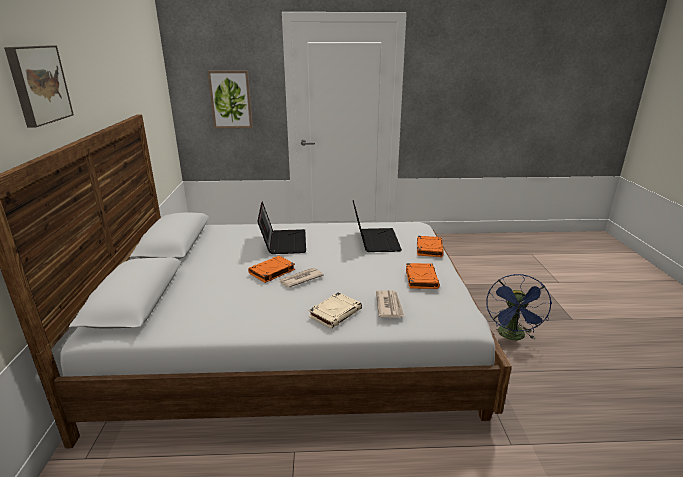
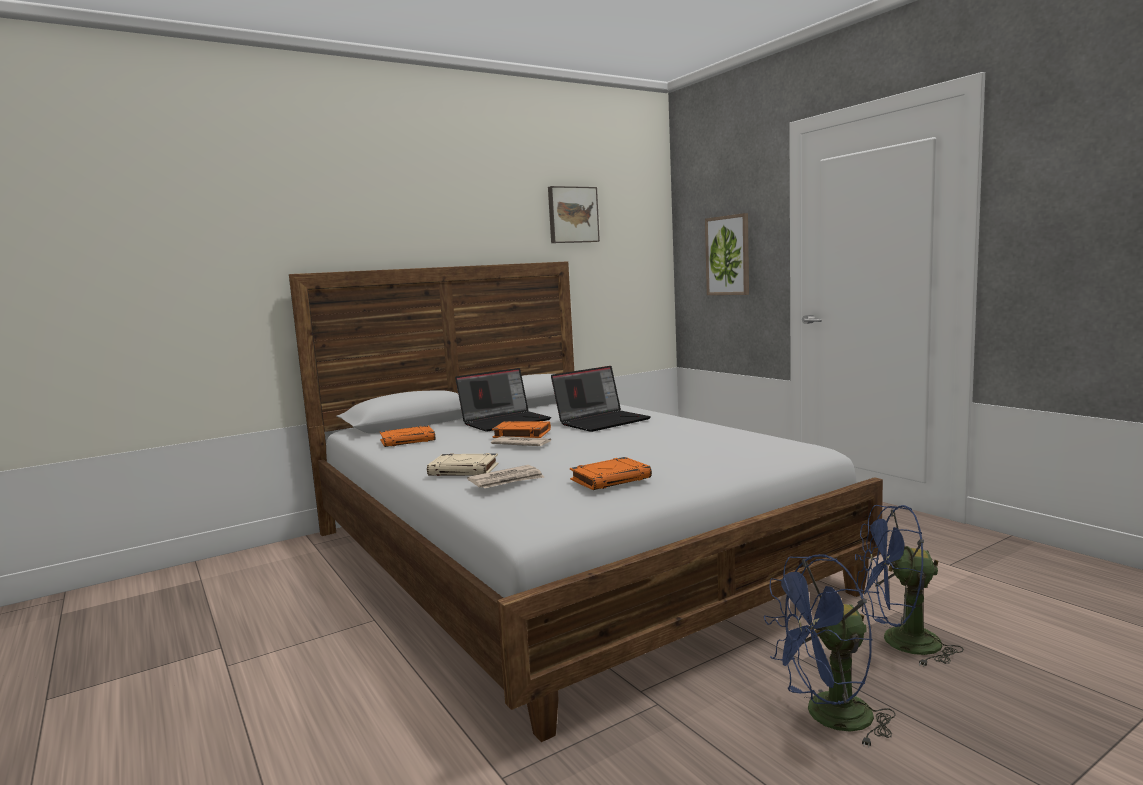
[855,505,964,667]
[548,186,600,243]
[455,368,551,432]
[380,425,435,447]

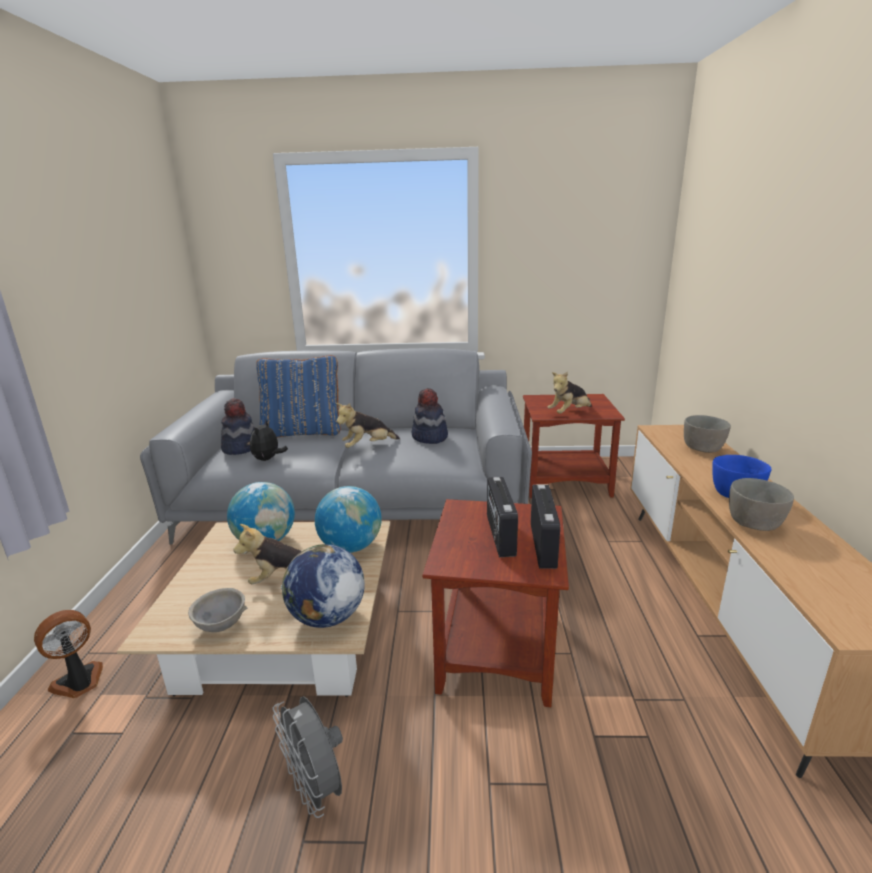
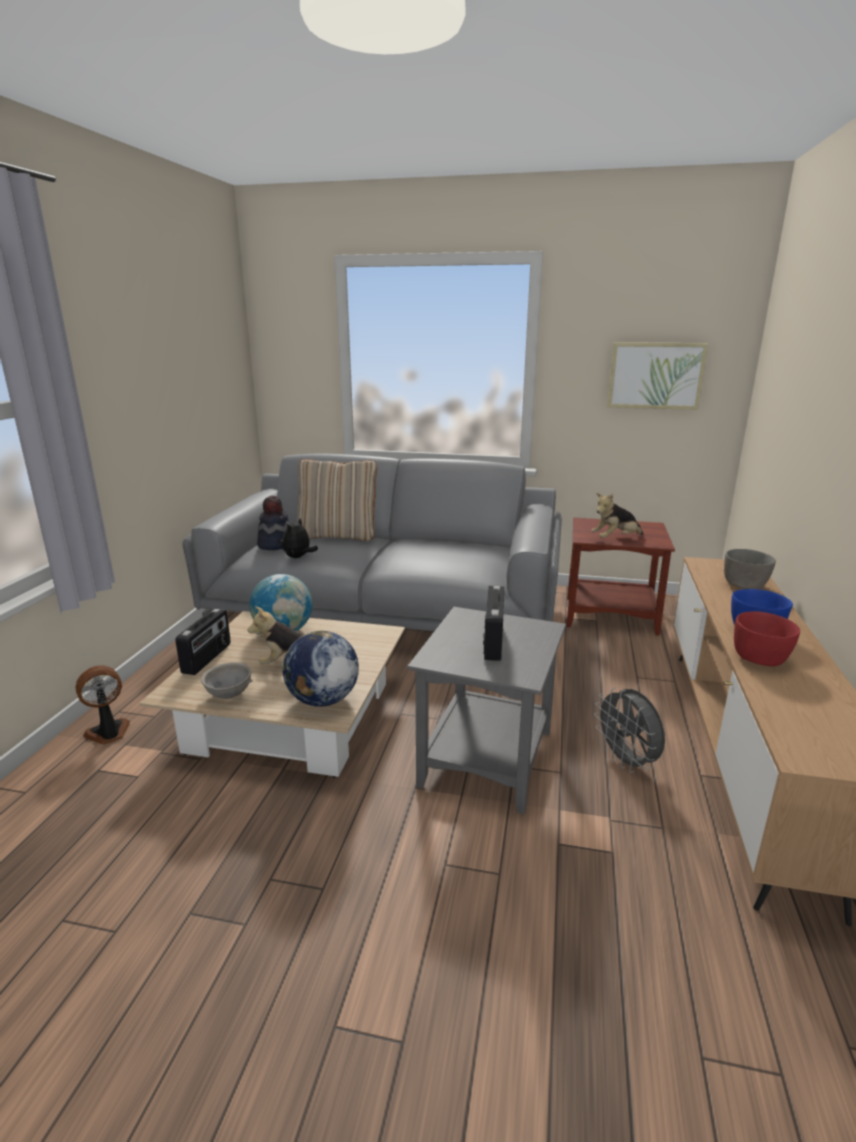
[315,486,382,553] (first image)
[336,403,400,448] (first image)
[412,388,448,444] (first image)
[607,342,708,410]
[594,687,665,773]
[175,609,231,675]
[297,459,377,541]
[407,607,566,814]
[734,611,800,666]

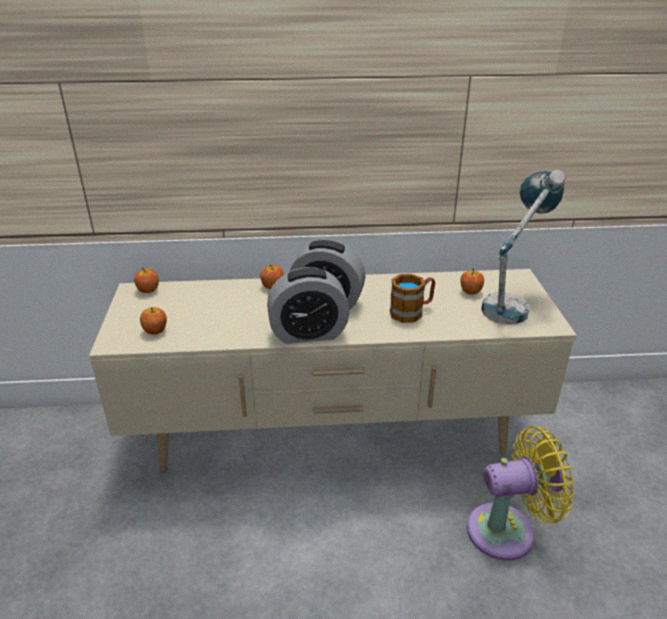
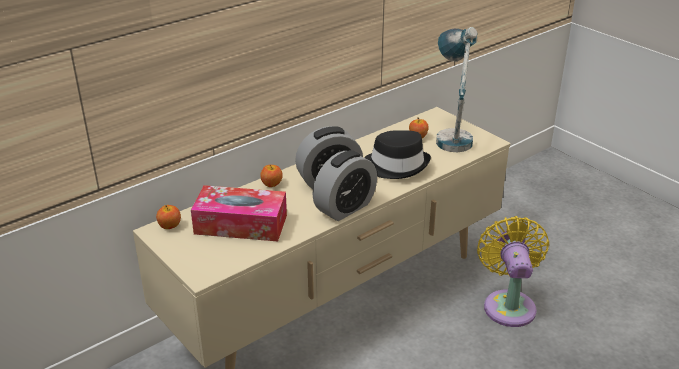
[140,307,167,335] (first image)
[191,185,287,241]
[364,130,431,179]
[477,216,549,327]

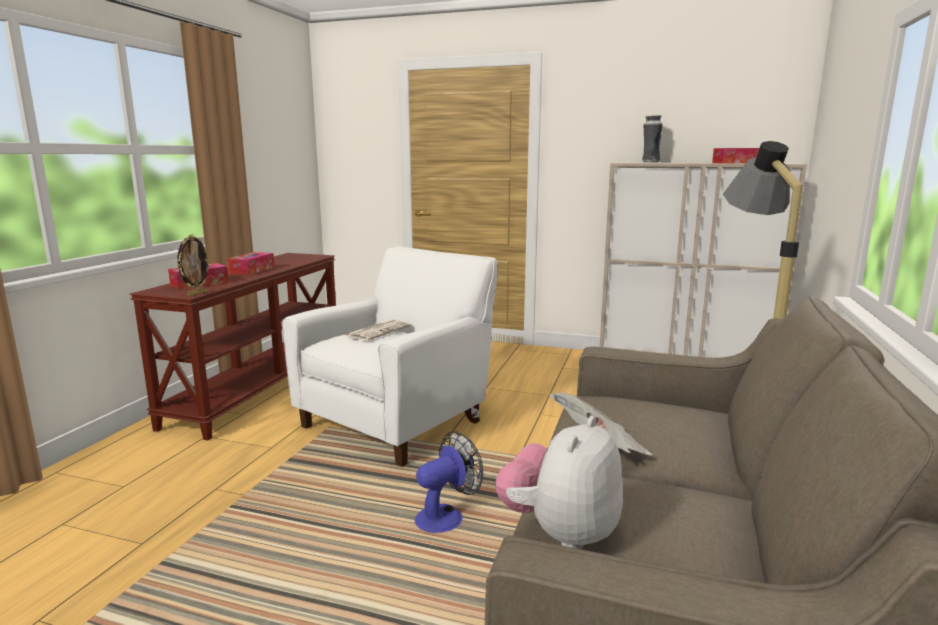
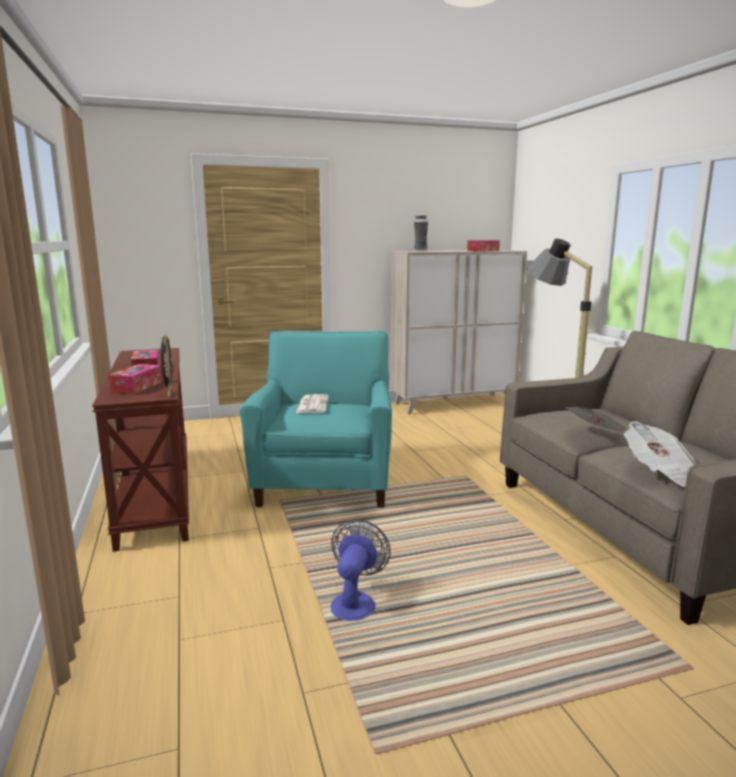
[331,519,391,621]
[624,421,696,487]
[240,331,392,508]

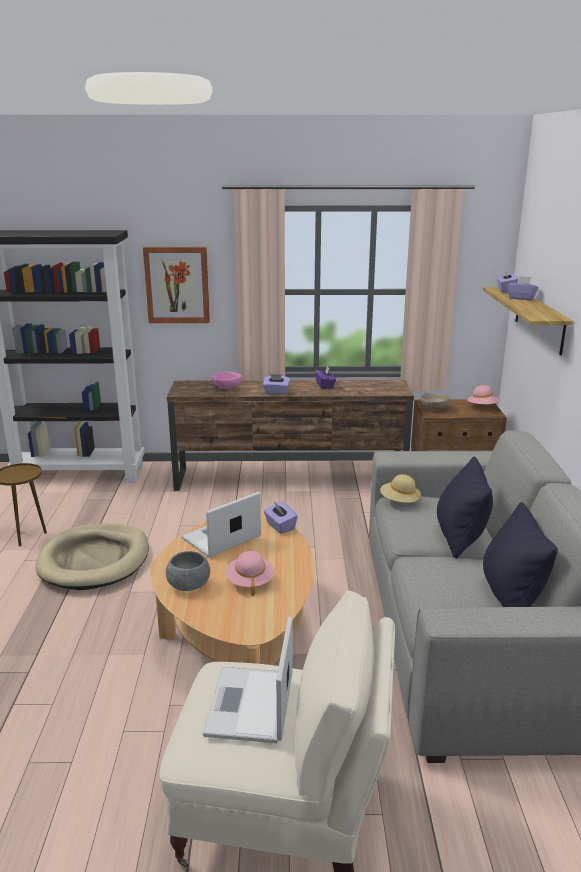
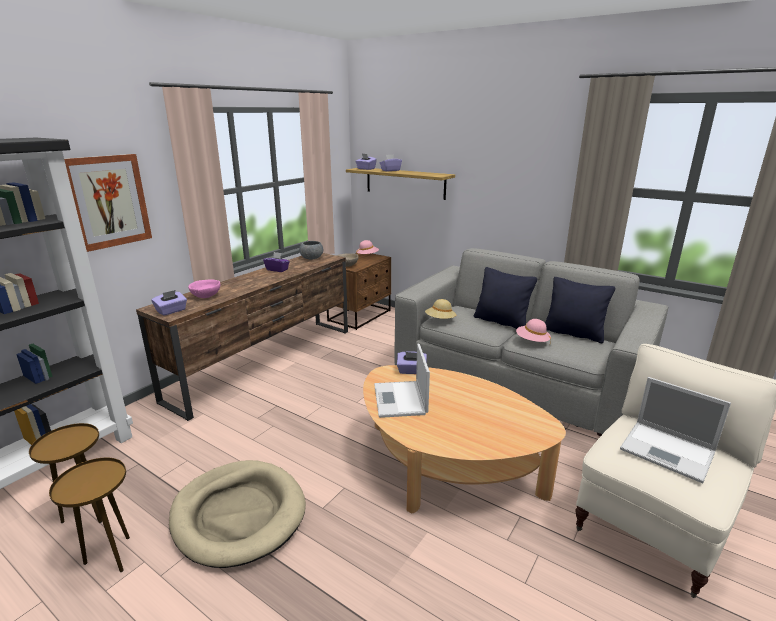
[29,423,102,523]
[299,241,323,260]
[516,319,551,343]
[152,290,187,316]

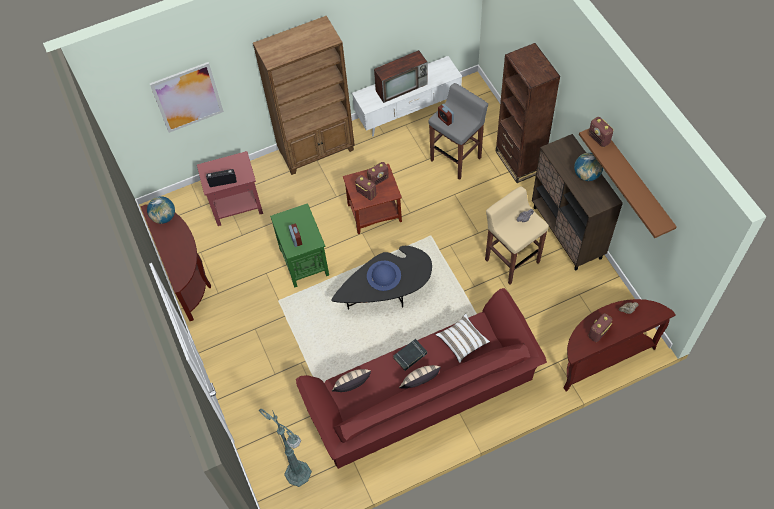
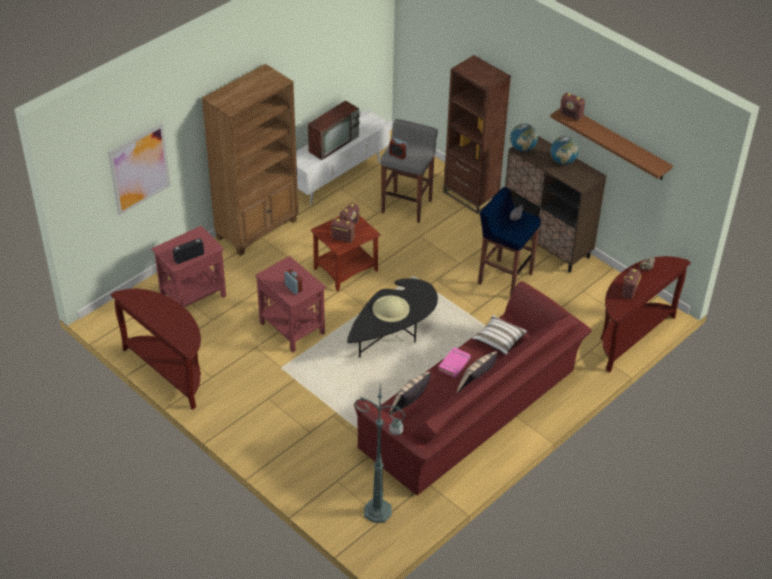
[510,123,538,152]
[255,256,326,352]
[373,295,410,322]
[438,347,471,378]
[478,187,541,297]

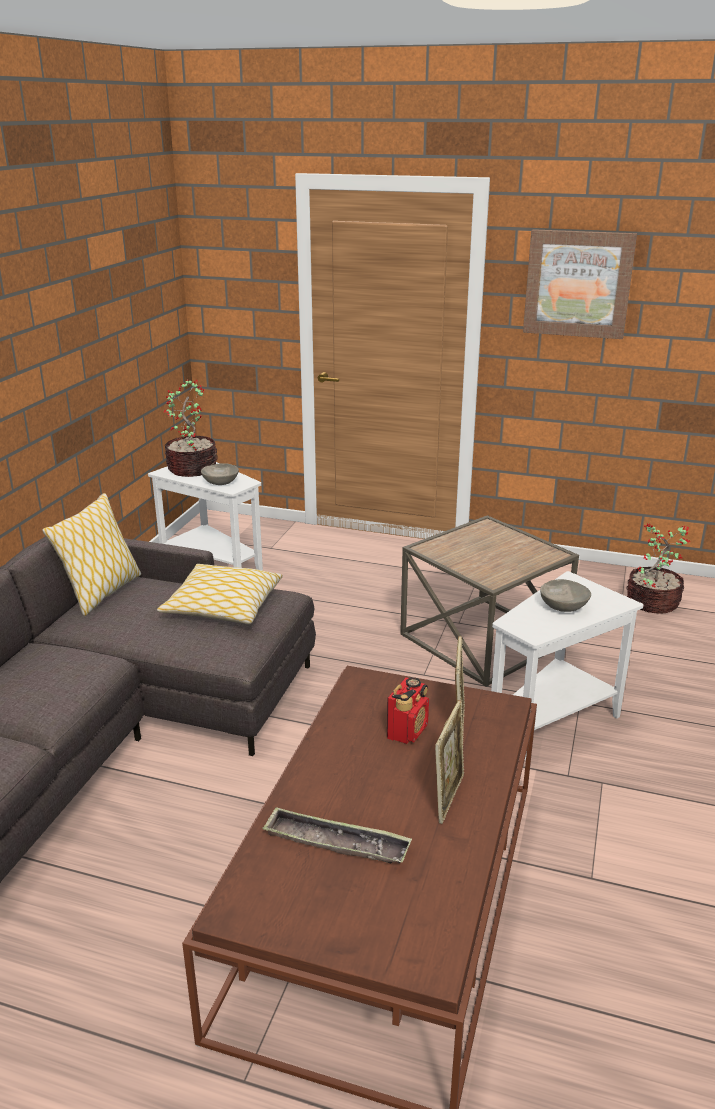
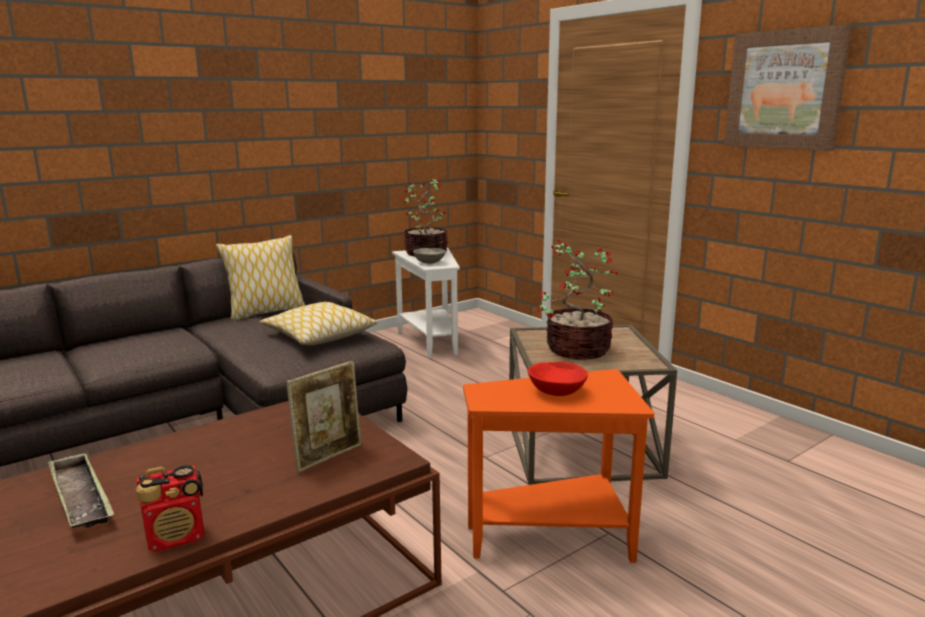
[435,700,464,824] (first image)
[136,465,205,552]
[537,239,620,360]
[463,369,654,563]
[528,362,588,396]

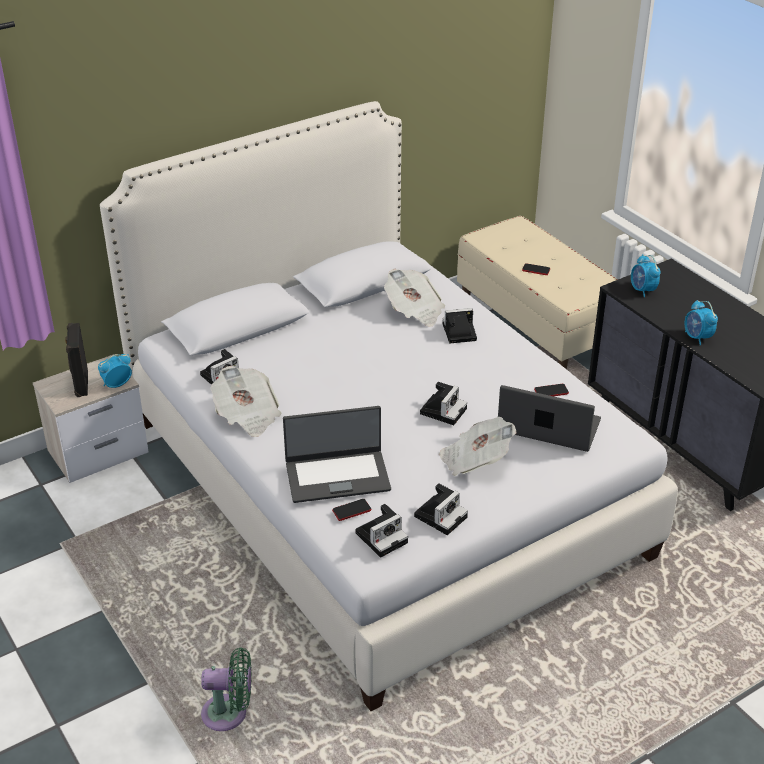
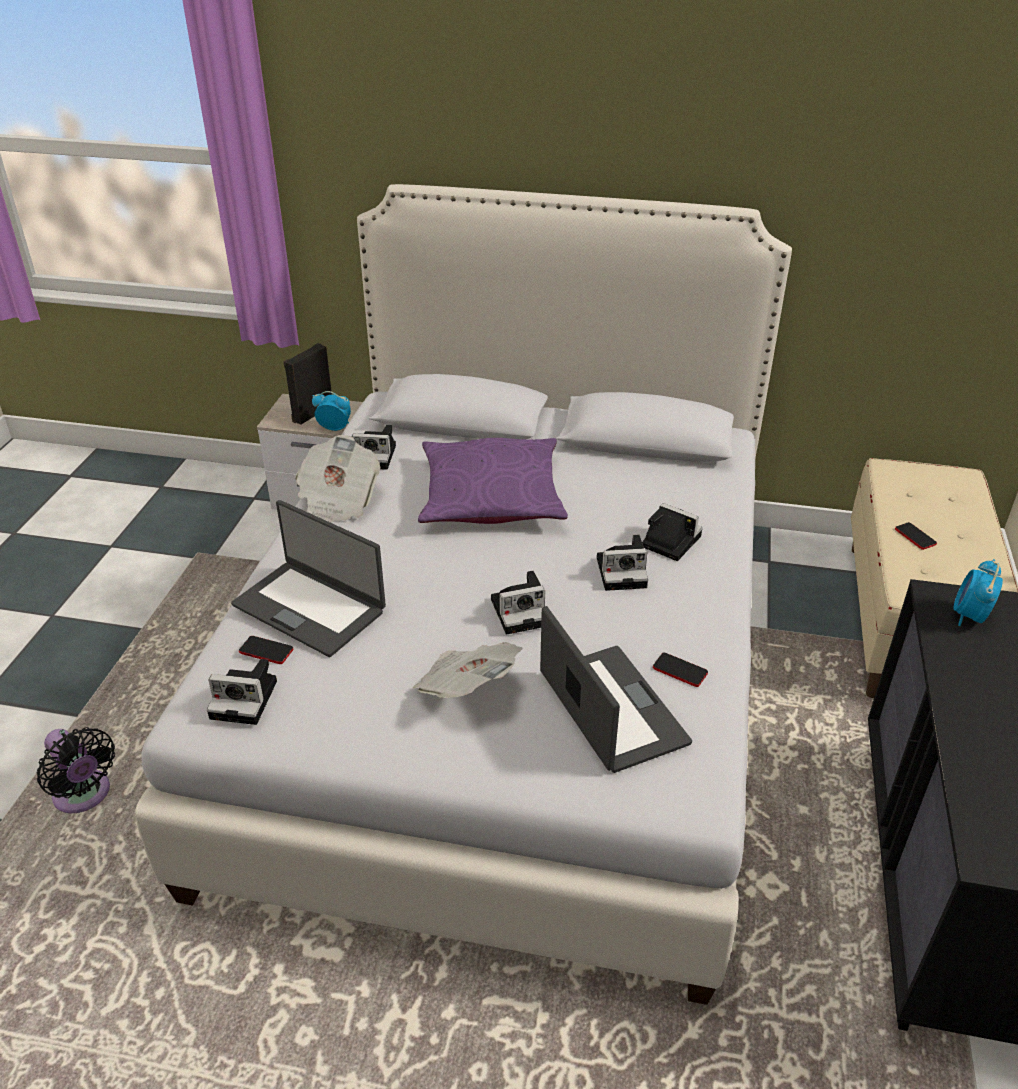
[384,269,445,327] (first image)
[684,300,718,345] (first image)
[418,438,568,524]
[597,534,648,591]
[37,727,115,813]

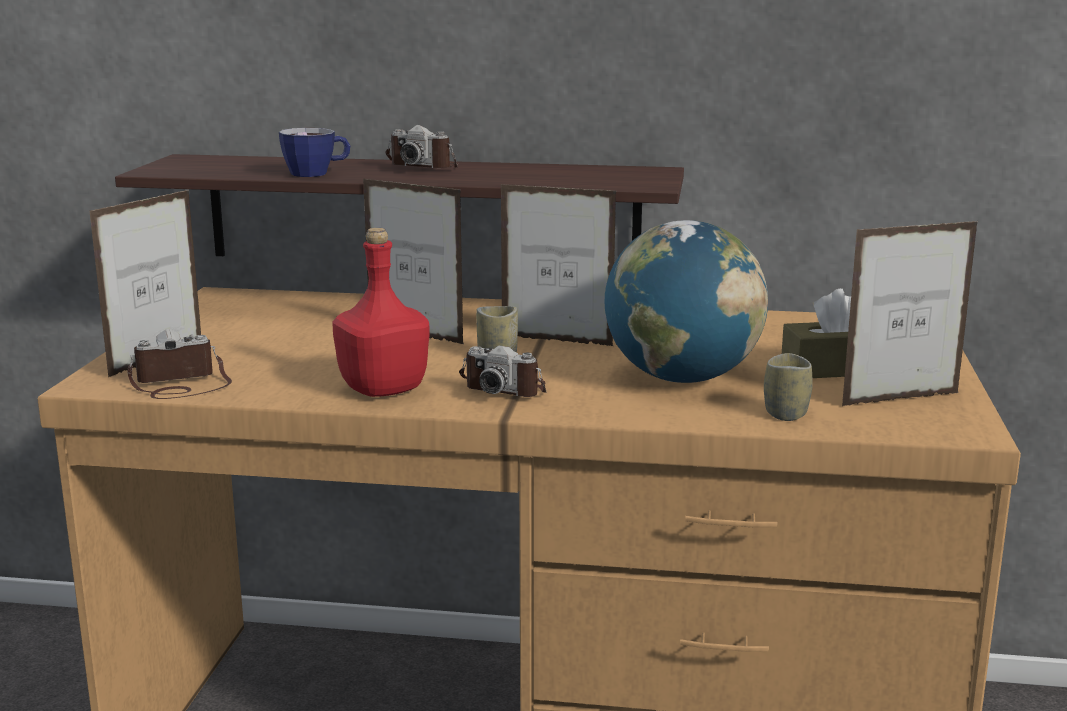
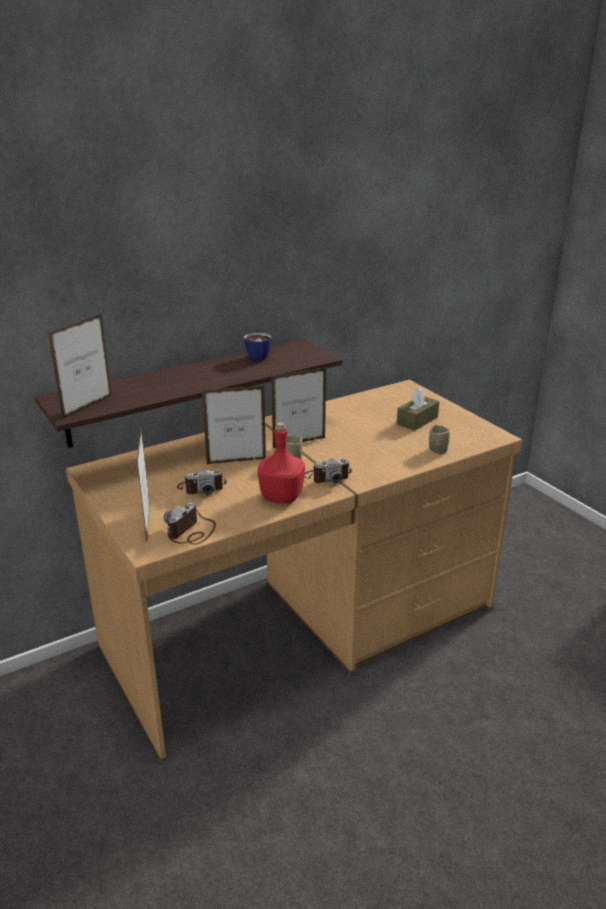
[605,220,768,383] (first image)
[244,333,272,361]
[177,469,227,495]
[48,313,112,419]

